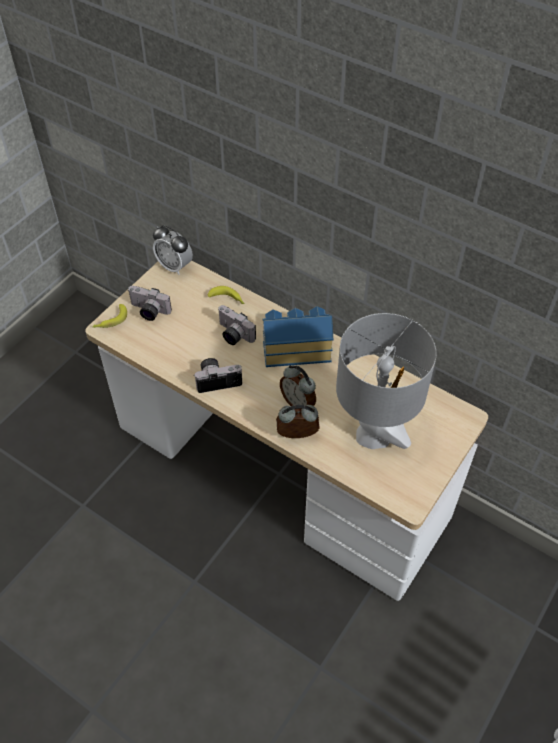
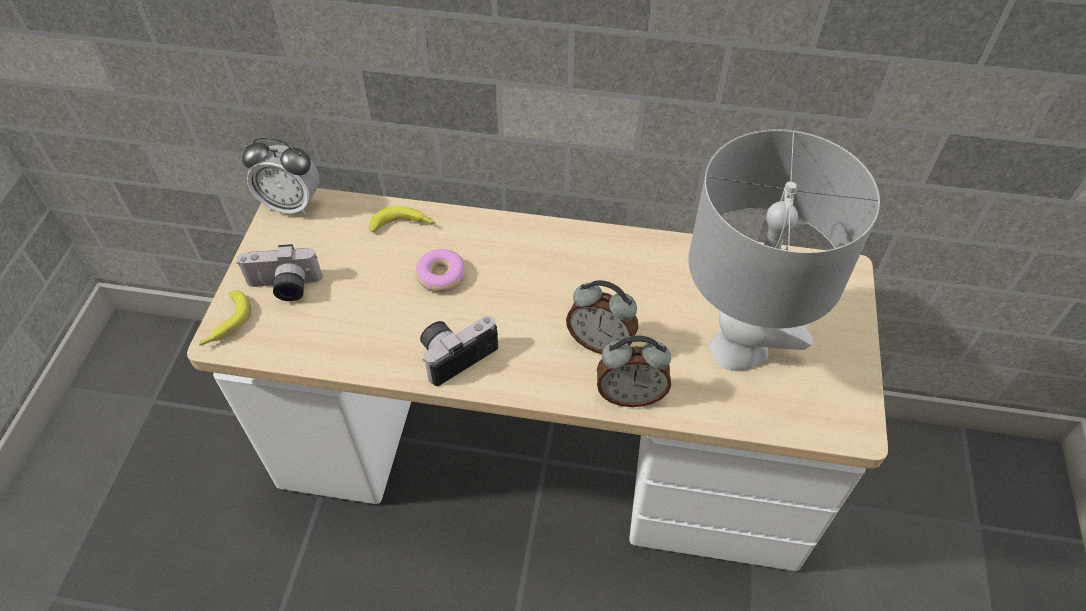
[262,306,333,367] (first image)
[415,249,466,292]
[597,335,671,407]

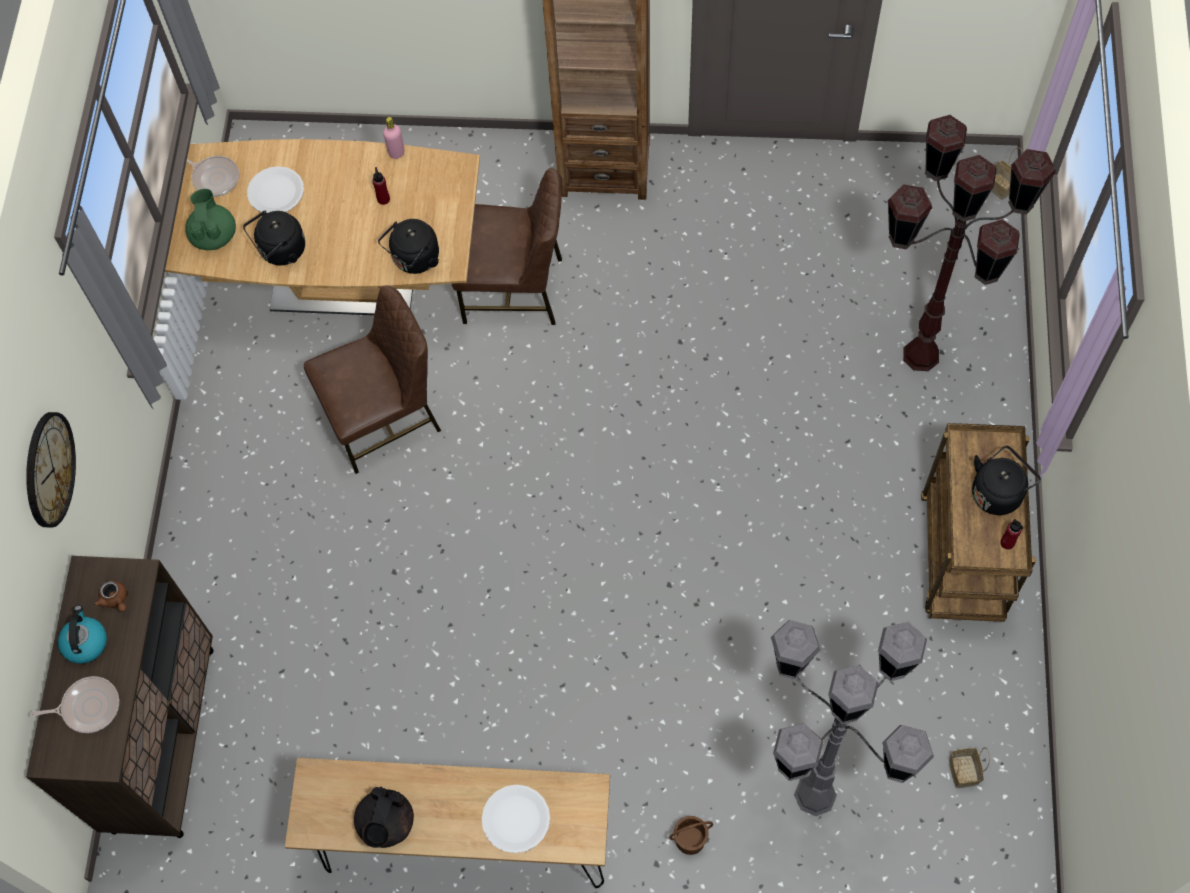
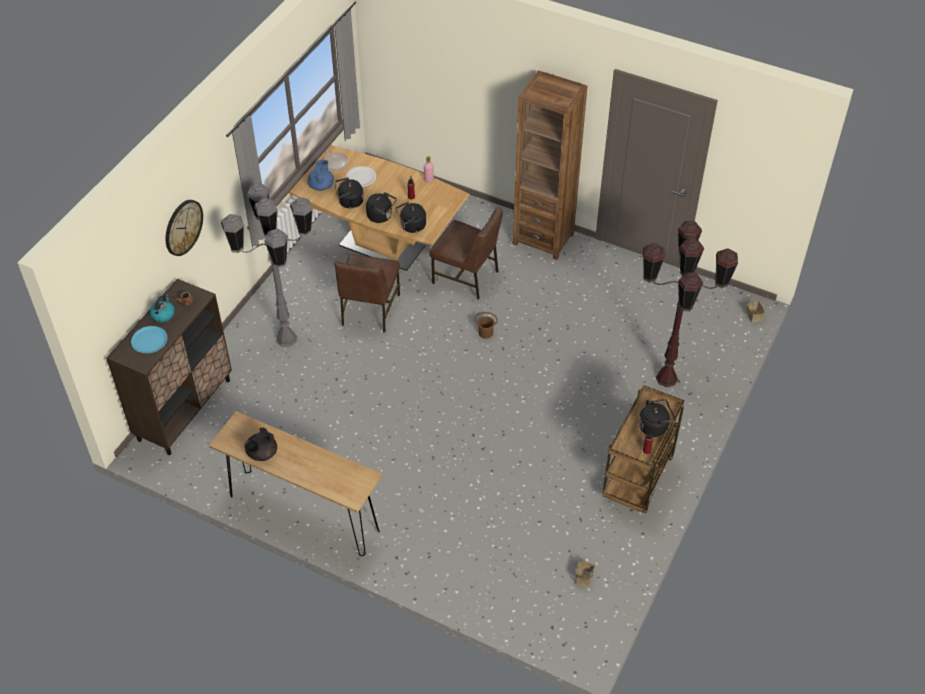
[482,785,550,853] (first image)
[366,192,396,223]
[475,312,497,339]
[221,183,313,347]
[131,326,167,353]
[308,160,334,191]
[334,254,400,333]

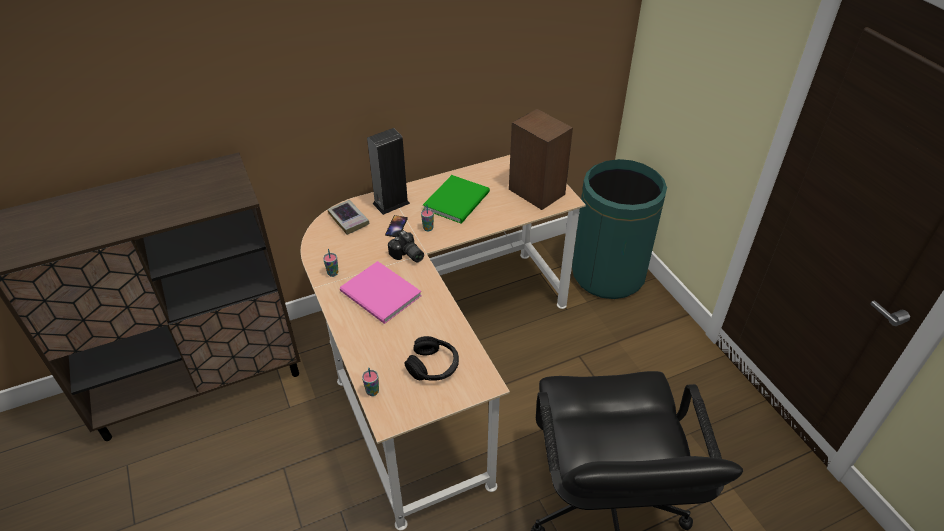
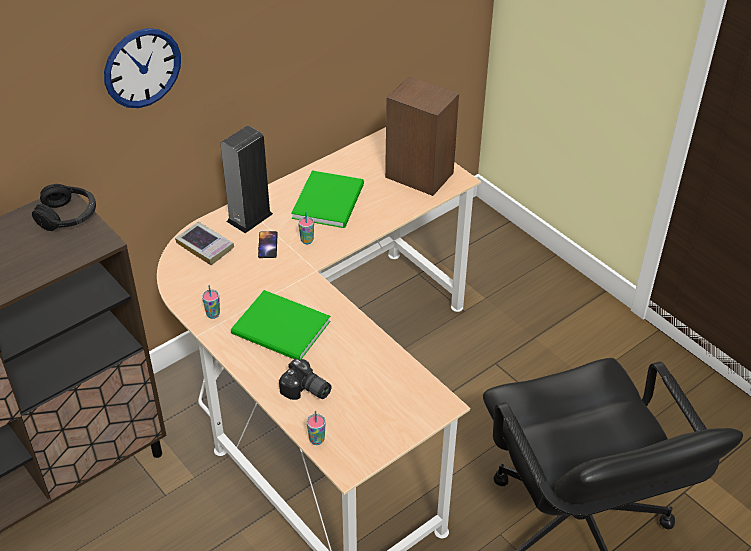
[572,159,667,299] (first image)
[104,28,181,108]
[279,358,331,400]
[32,184,96,231]
[231,290,331,360]

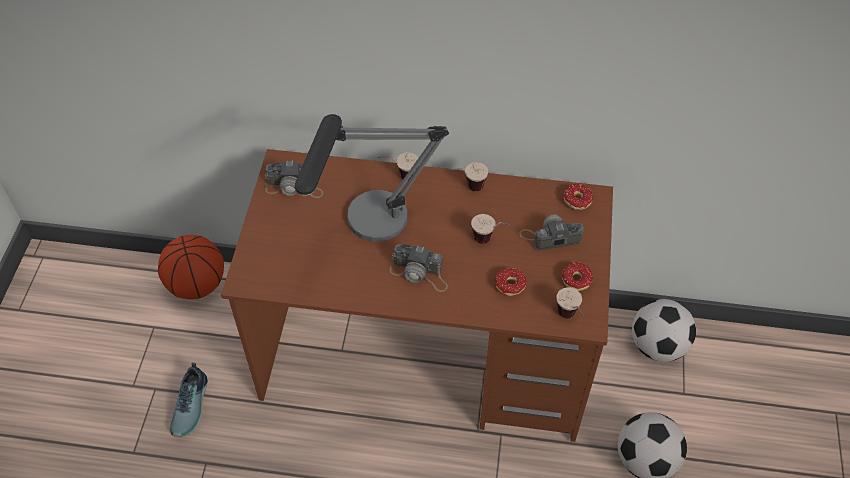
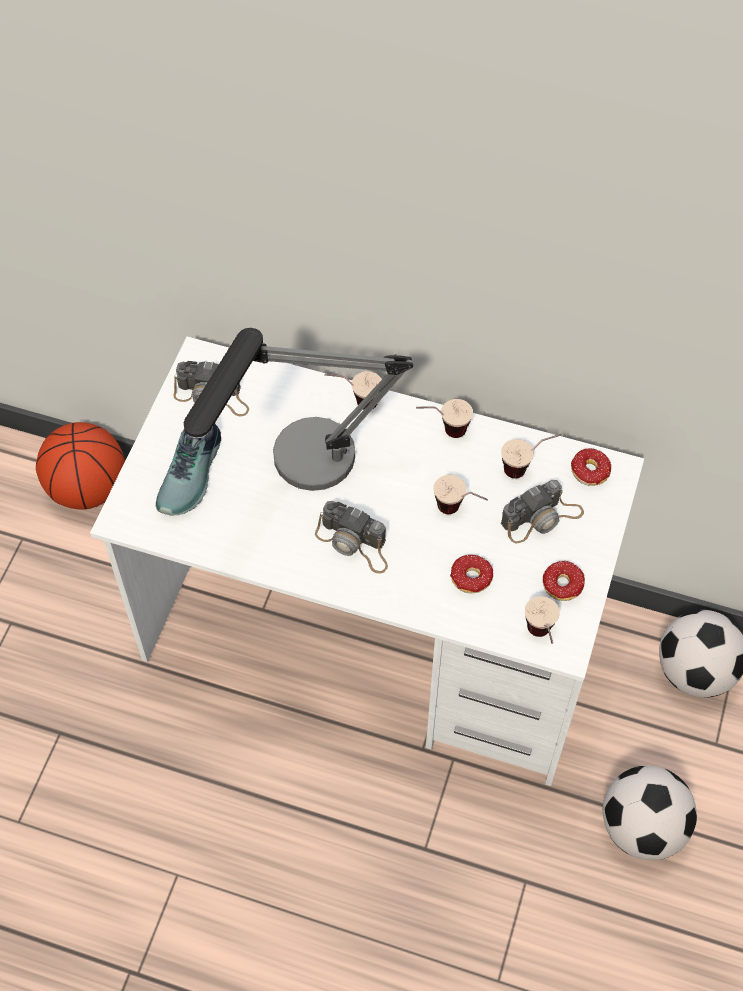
[501,433,562,478]
[156,424,221,516]
[90,336,644,786]
[501,480,584,544]

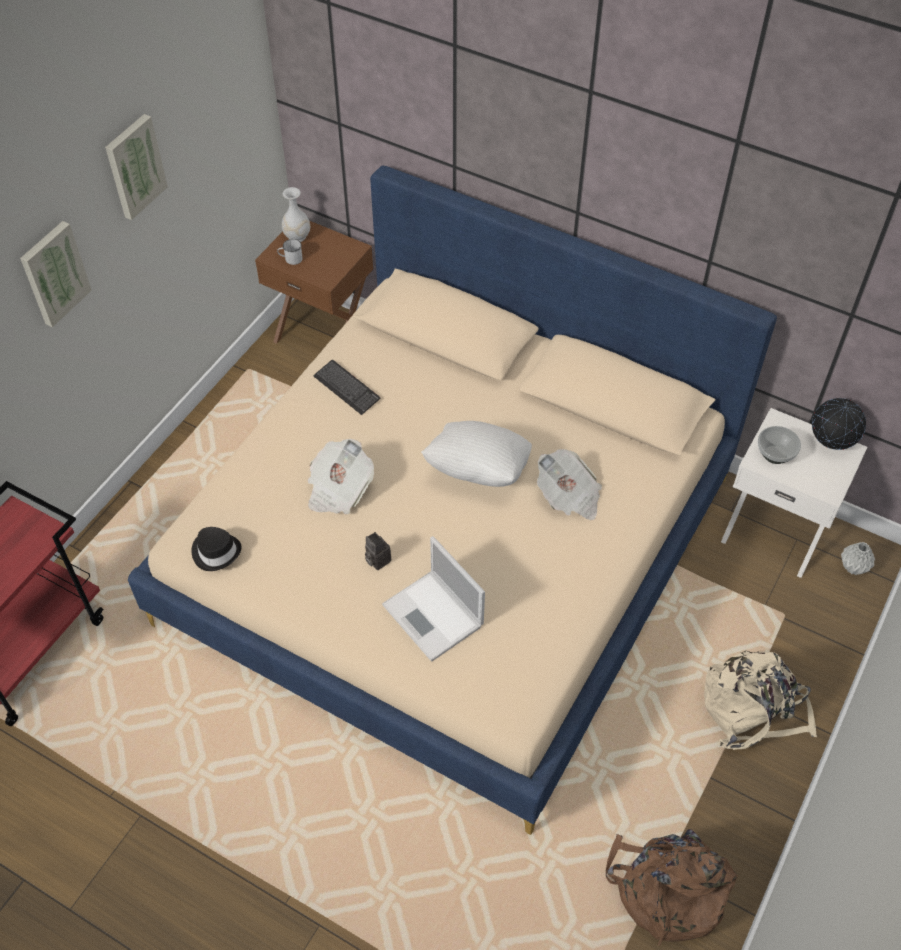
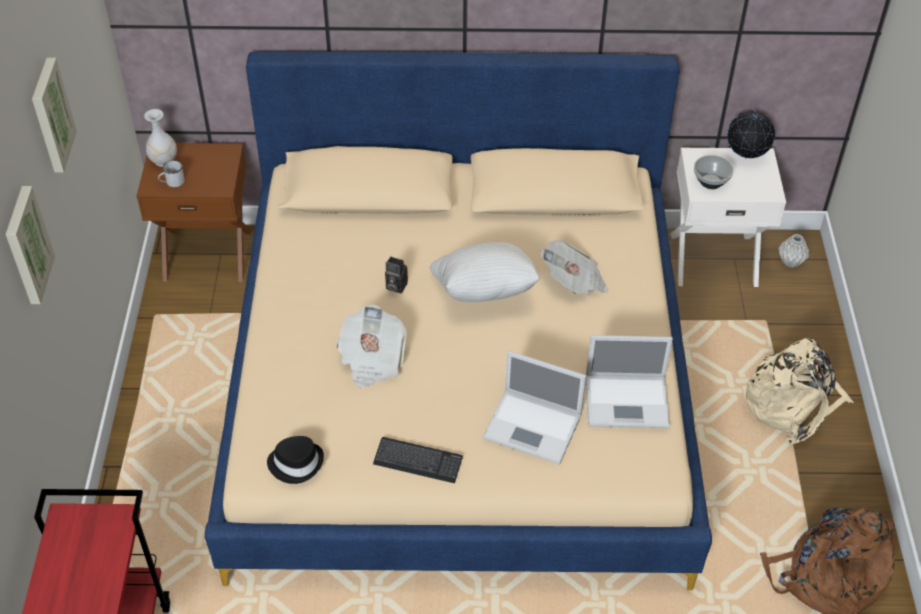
[586,335,673,428]
[373,437,463,483]
[385,256,408,293]

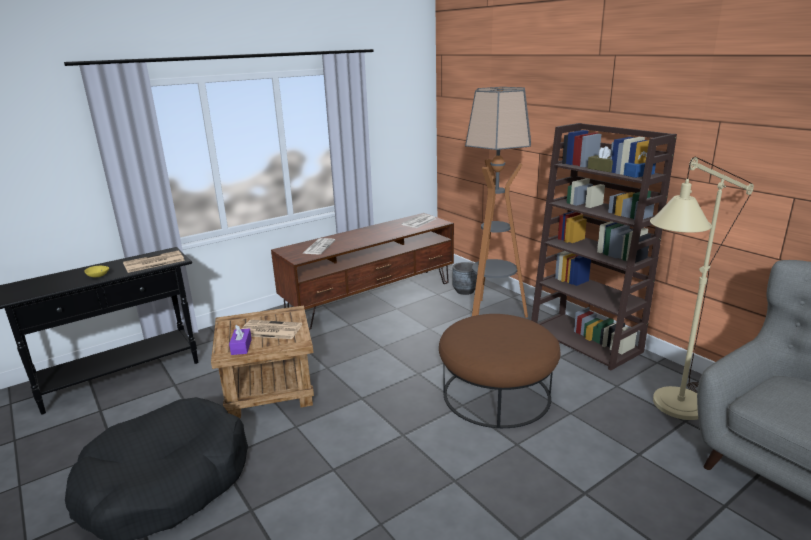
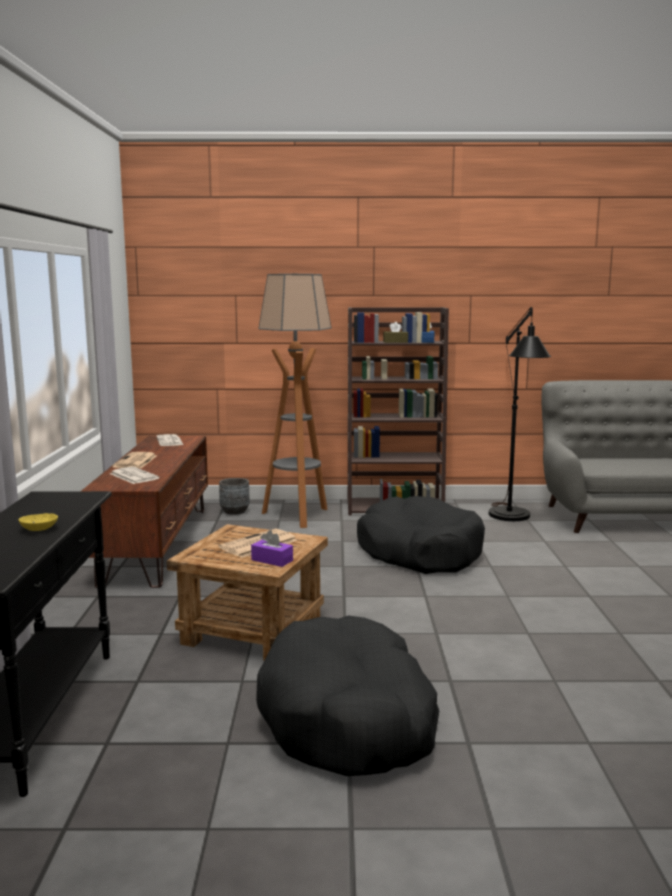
[112,452,157,468]
[357,496,485,574]
[489,307,551,521]

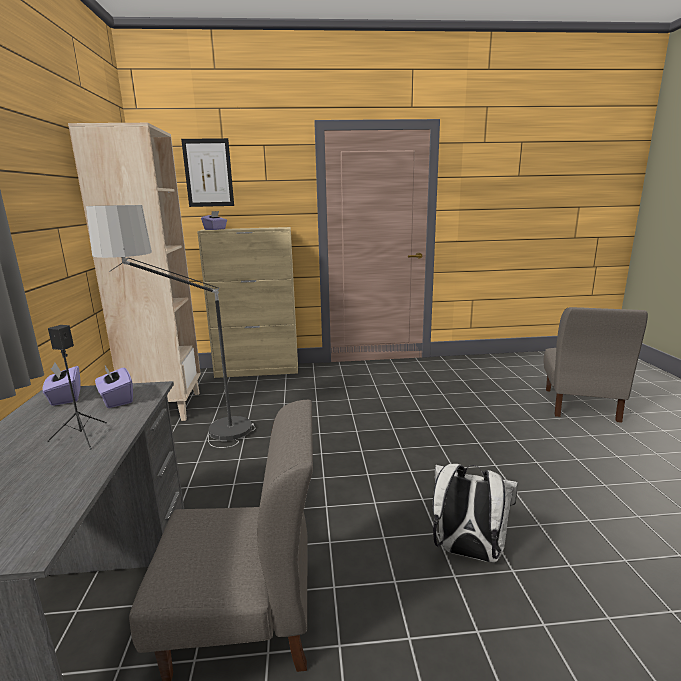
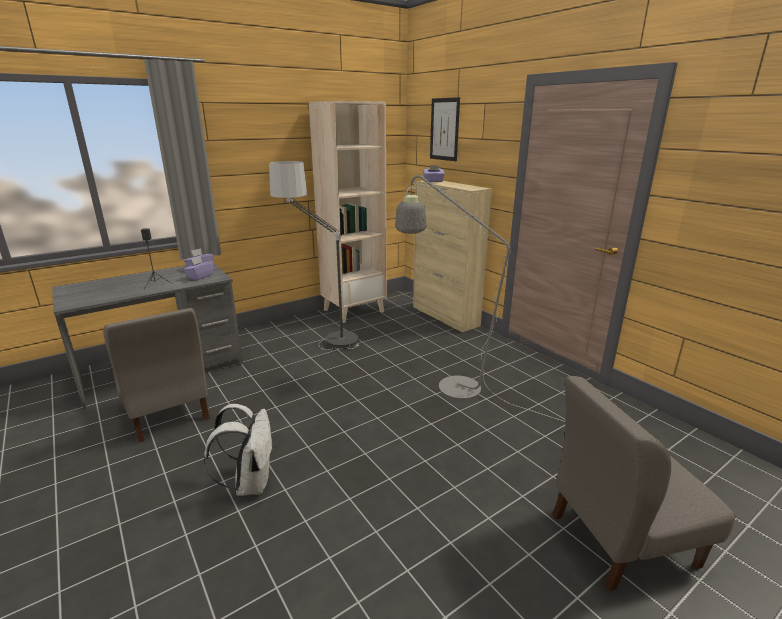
[395,174,565,422]

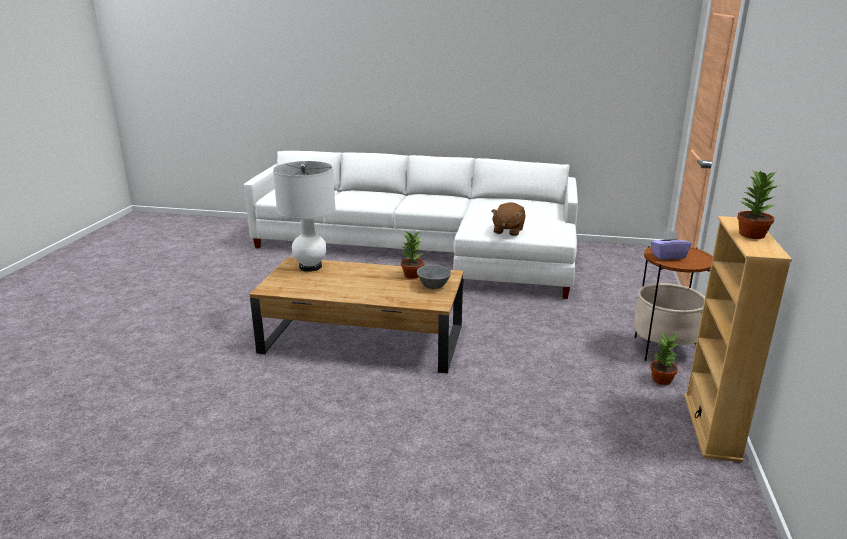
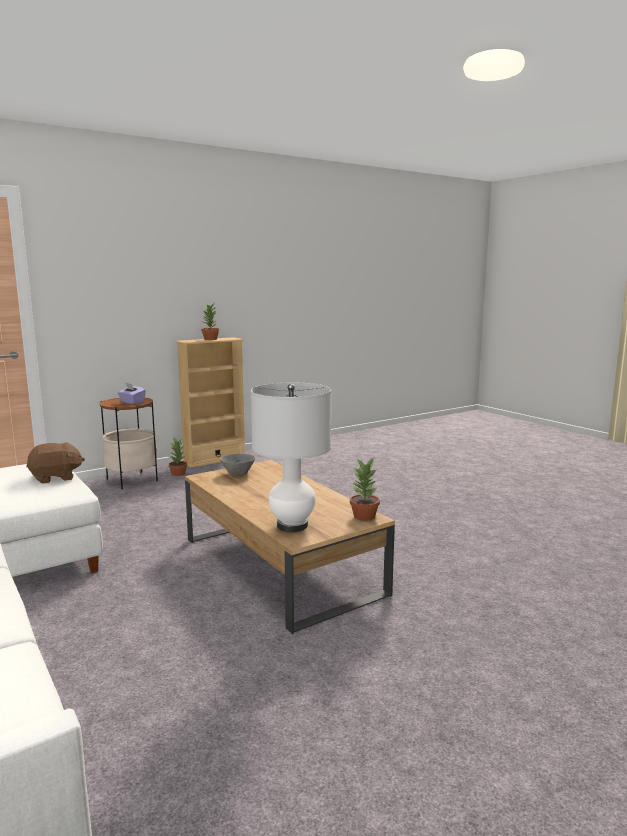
[350,458,380,521]

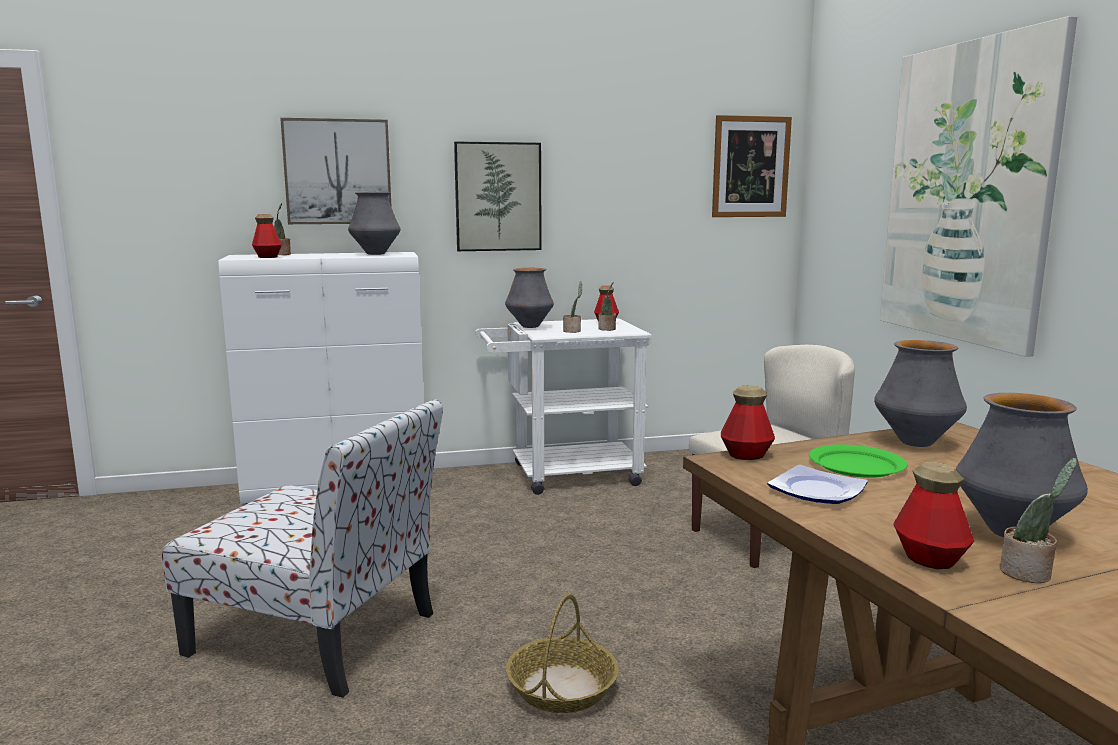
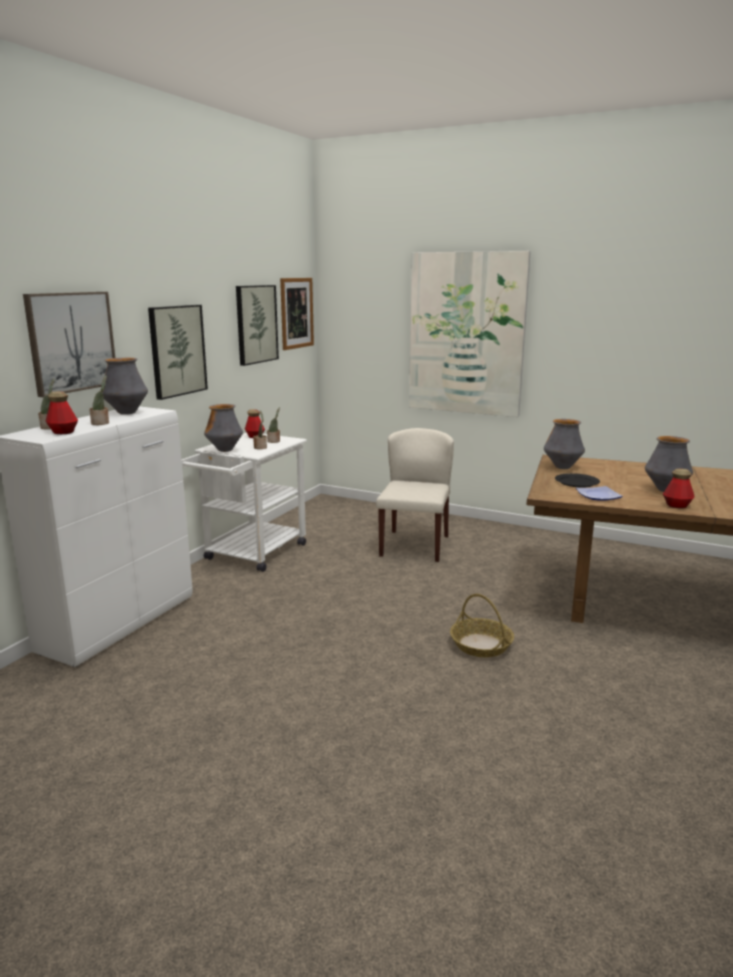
[162,399,443,698] (first image)
[721,385,775,460] (first image)
[236,285,279,366]
[89,375,109,425]
[555,473,600,488]

